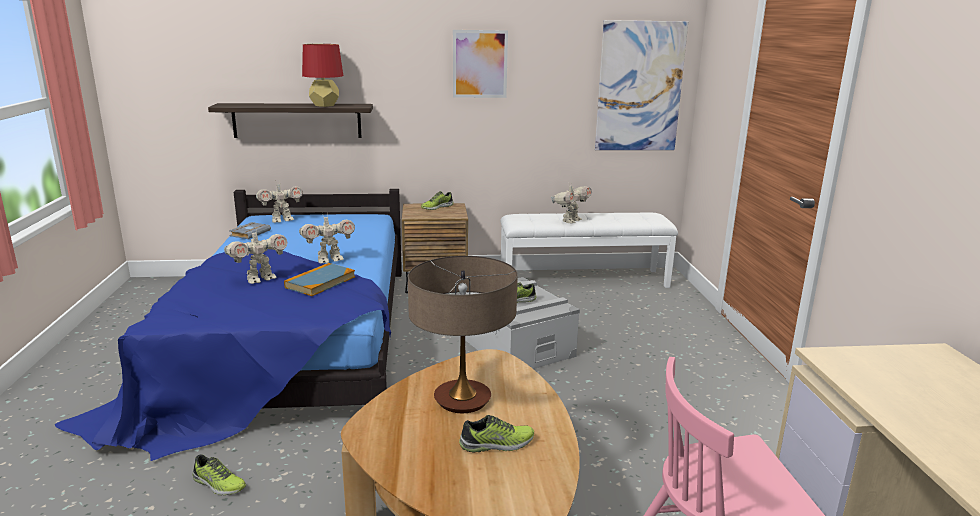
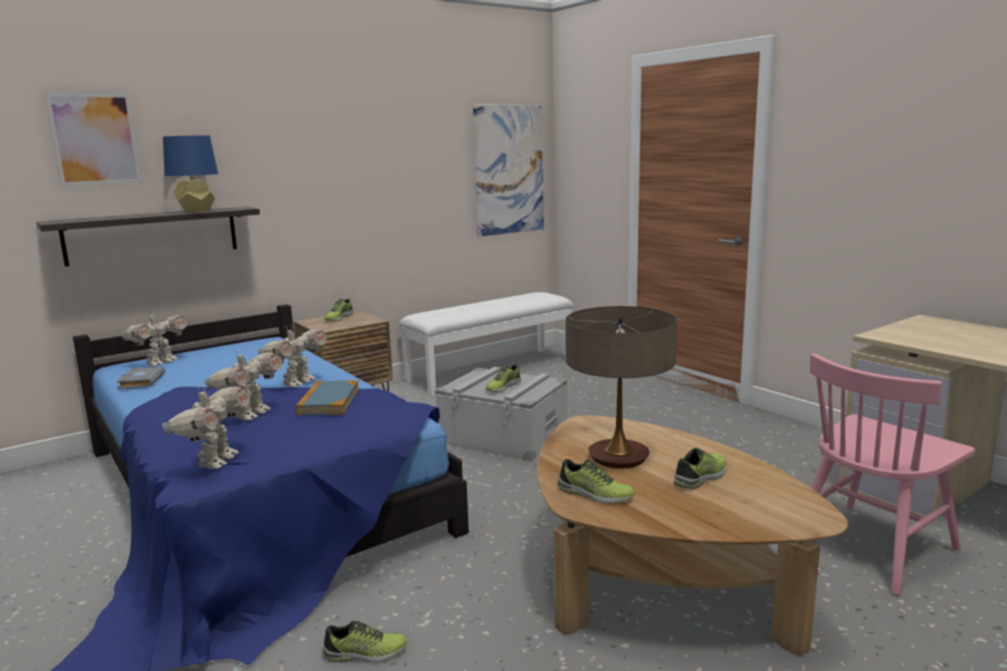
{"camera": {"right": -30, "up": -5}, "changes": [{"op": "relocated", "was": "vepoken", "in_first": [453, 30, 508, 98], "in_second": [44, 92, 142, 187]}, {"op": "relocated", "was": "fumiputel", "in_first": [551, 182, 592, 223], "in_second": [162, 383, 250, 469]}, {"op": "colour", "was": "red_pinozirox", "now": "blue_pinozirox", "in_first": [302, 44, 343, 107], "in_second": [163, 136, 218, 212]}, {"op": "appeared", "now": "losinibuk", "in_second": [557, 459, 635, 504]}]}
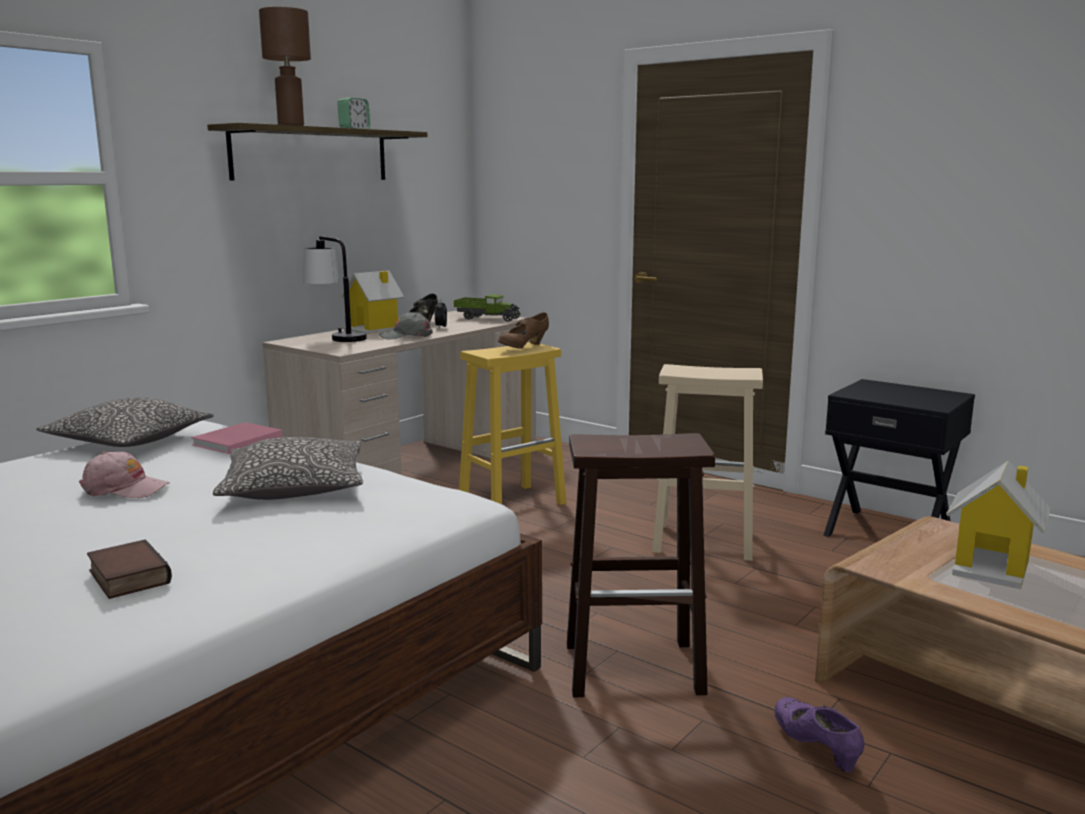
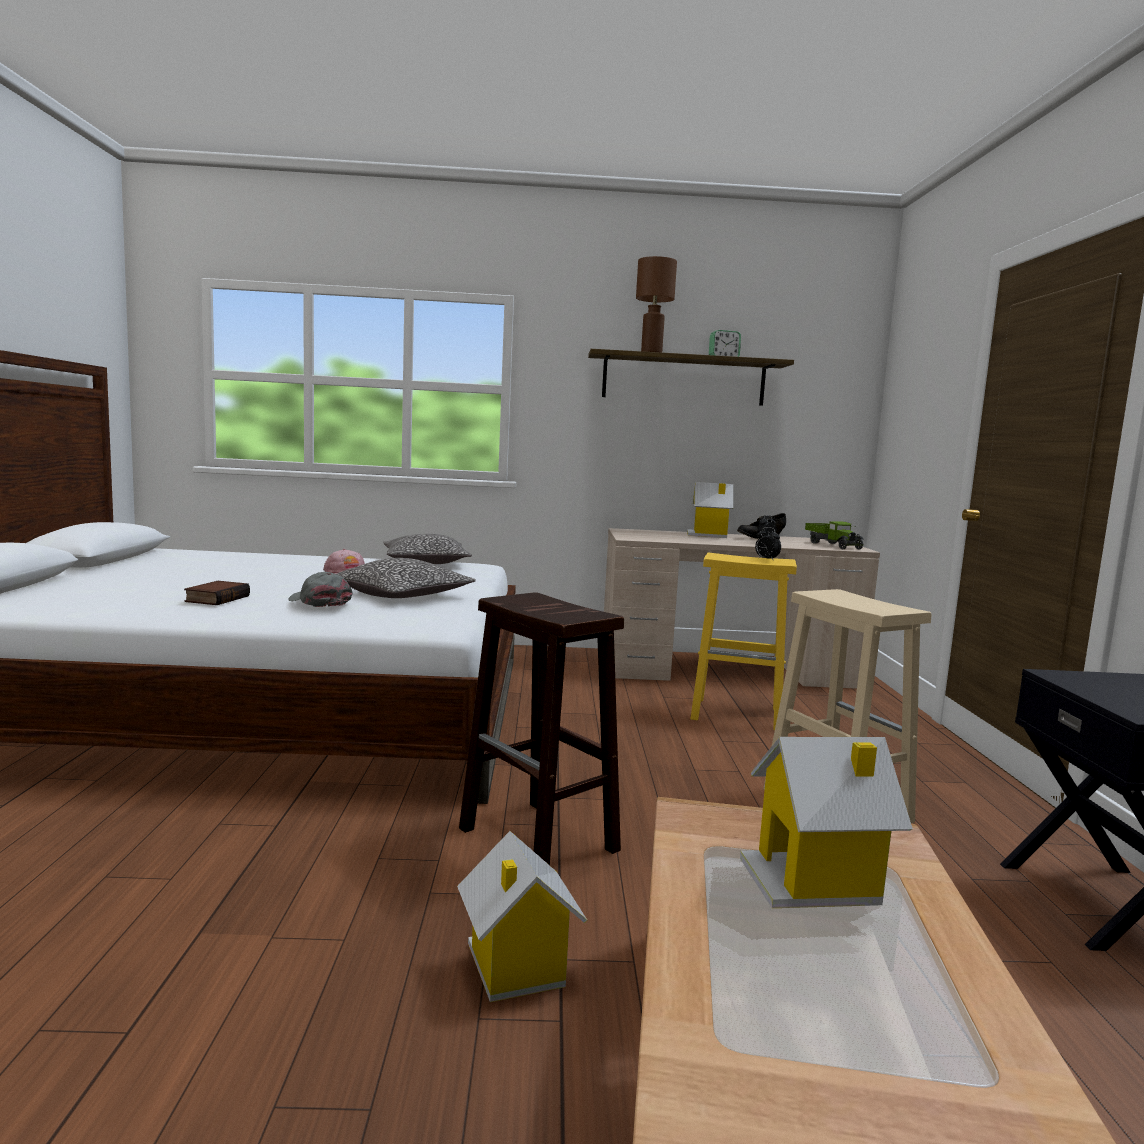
{"camera": {"right": 50, "up": -5}, "changes": [{"op": "relocated", "was": "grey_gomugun", "in_first": [379, 312, 433, 340], "in_second": [288, 572, 353, 607]}, {"op": "exchanged", "was": "purple_losinibuk", "now": "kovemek", "in_first": [774, 697, 864, 773], "in_second": [457, 831, 587, 1002]}, {"op": "exchanged", "was": "brown_losinibuk", "now": "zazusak", "in_first": [498, 312, 549, 349], "in_second": [755, 527, 781, 561]}, {"op": "missing", "was": "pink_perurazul", "in_first": [191, 422, 283, 454]}, {"op": "missing", "was": "pinozirox", "in_first": [303, 236, 367, 342]}]}
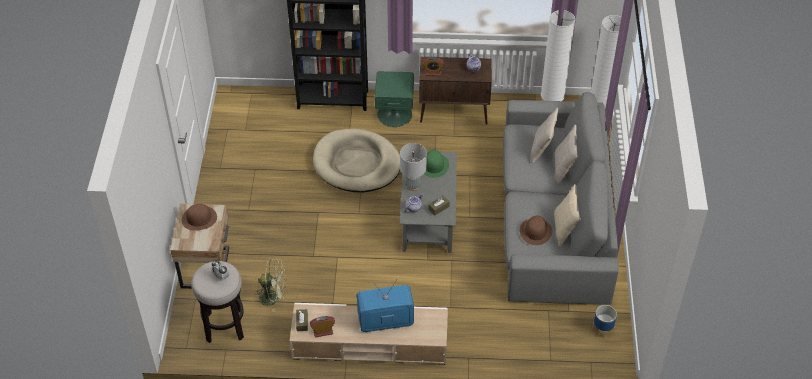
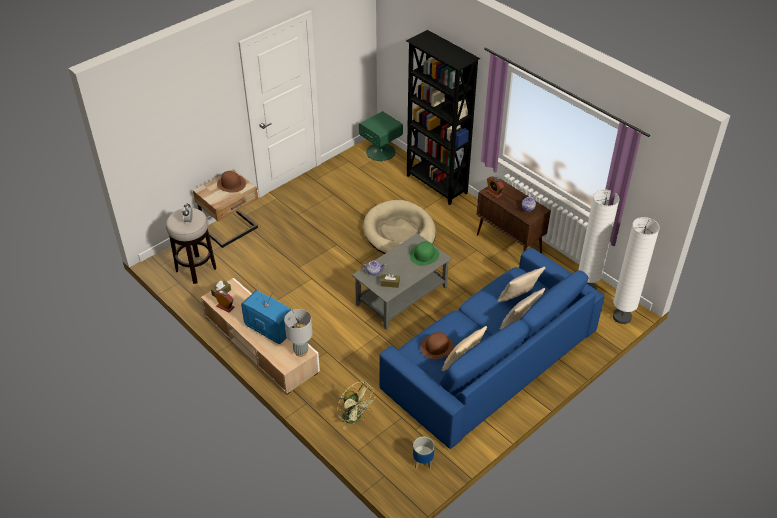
{"camera": {"right": 45, "up": -5}, "changes": [{"op": "relocated", "was": "grey_pinozirox", "in_first": [400, 143, 427, 191], "in_second": [284, 309, 312, 357]}, {"op": "relocated", "was": "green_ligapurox", "in_first": [254, 258, 286, 312], "in_second": [337, 381, 376, 430]}, {"op": "relocated", "was": "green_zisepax", "in_first": [375, 71, 414, 127], "in_second": [359, 111, 403, 161]}, {"op": "colour", "was": "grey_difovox", "now": "blue_difovox", "in_first": [503, 92, 619, 305], "in_second": [379, 247, 605, 449]}]}
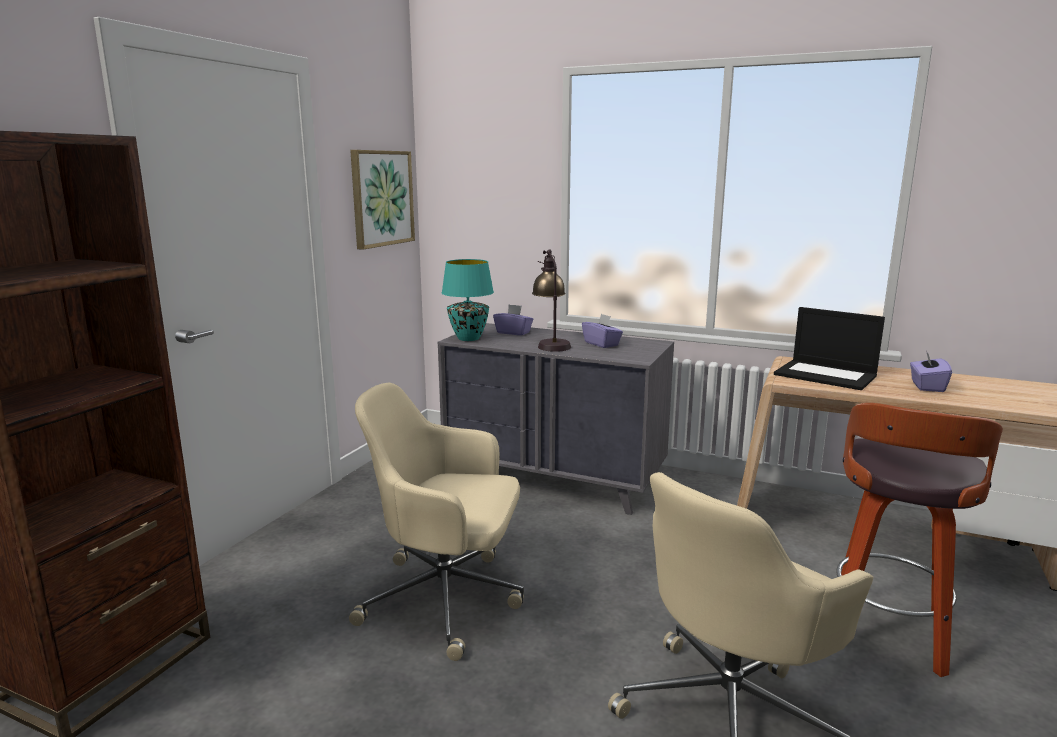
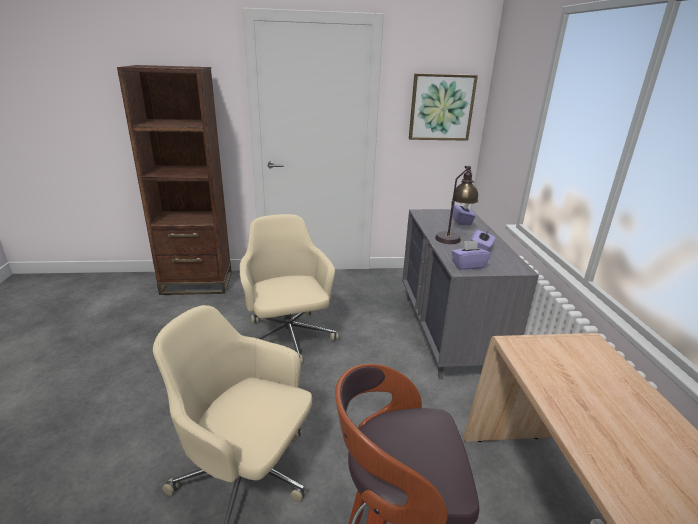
{"camera": {"right": 60, "up": 10}, "changes": [{"op": "relocated", "was": "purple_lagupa", "in_first": [910, 351, 952, 392], "in_second": [452, 240, 491, 270]}, {"op": "missing", "was": "turquoise_pinozirox", "in_first": [442, 259, 494, 341]}, {"op": "missing", "was": "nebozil", "in_first": [774, 307, 885, 390]}]}
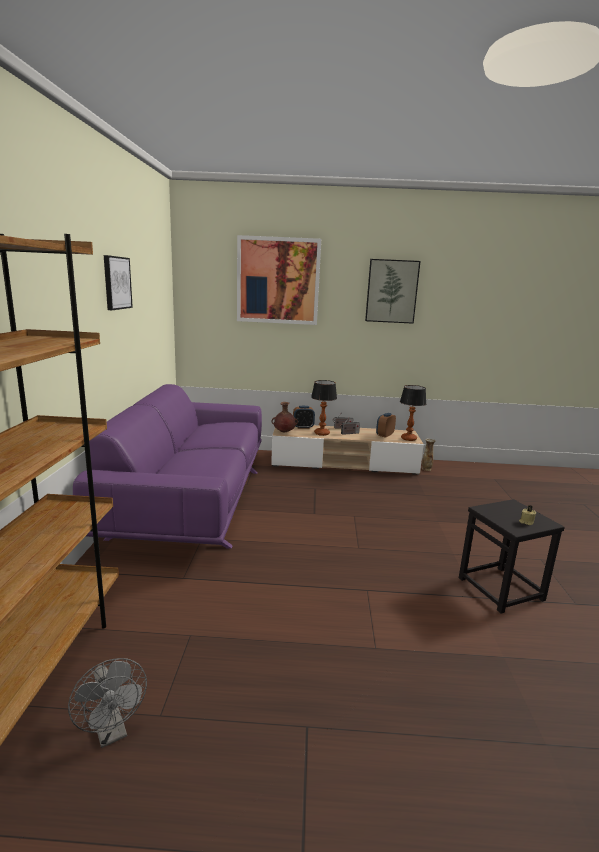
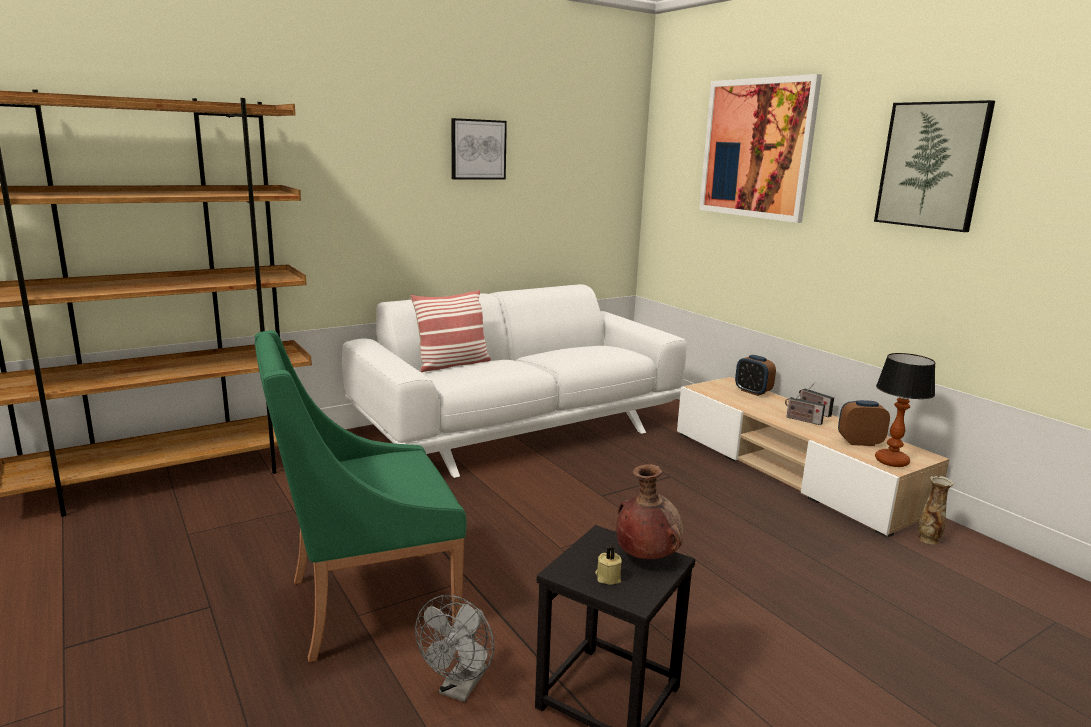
{"camera": {"right": 55, "up": 0}, "changes": [{"op": "appeared", "now": "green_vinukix", "in_second": [255, 330, 467, 662]}, {"op": "colour", "was": "purple_difovox", "now": "white_difovox", "in_first": [73, 384, 262, 549], "in_second": [342, 284, 686, 478]}, {"op": "appeared", "now": "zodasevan", "in_second": [410, 290, 491, 372]}, {"op": "relocated", "was": "grey_ligapurox", "in_first": [68, 658, 147, 748], "in_second": [415, 595, 494, 702]}, {"op": "relocated", "was": "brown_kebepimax", "in_first": [272, 402, 298, 432], "in_second": [616, 464, 683, 559]}, {"op": "missing", "was": "pinozirox", "in_first": [311, 380, 337, 436]}]}
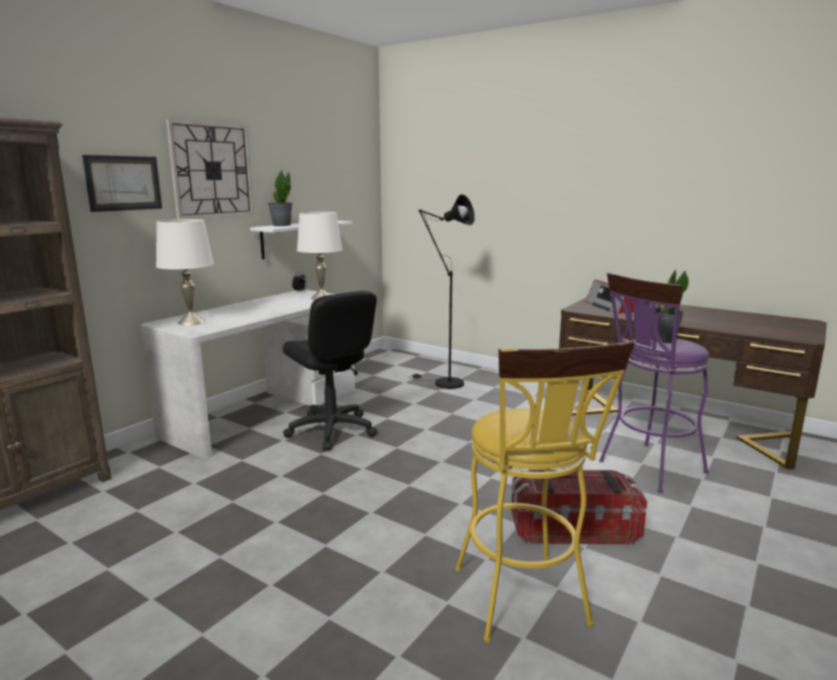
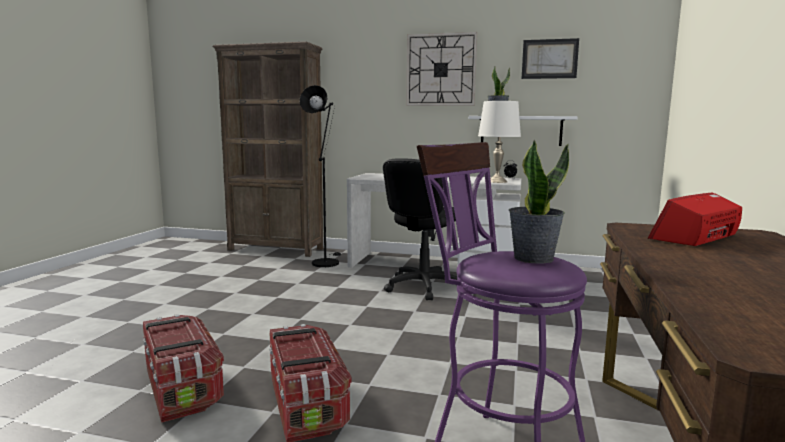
{"camera": {"right": 70, "up": -5}, "changes": [{"op": "exchanged", "was": "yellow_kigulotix", "now": "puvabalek", "in_first": [455, 341, 635, 643], "in_second": [143, 314, 224, 423]}, {"op": "relocated", "was": "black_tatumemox", "in_first": [409, 194, 475, 389], "in_second": [300, 85, 341, 267]}, {"op": "relocated", "was": "vepoken", "in_first": [82, 155, 162, 212], "in_second": [522, 38, 579, 79]}, {"op": "missing", "was": "white_pinozirox", "in_first": [156, 219, 214, 325]}]}
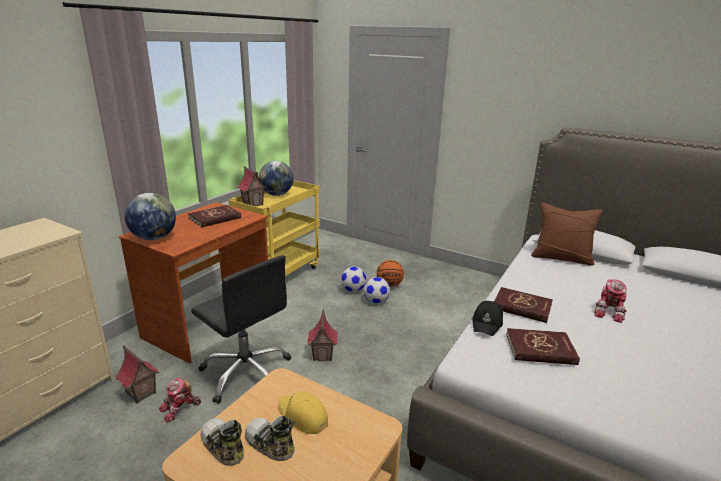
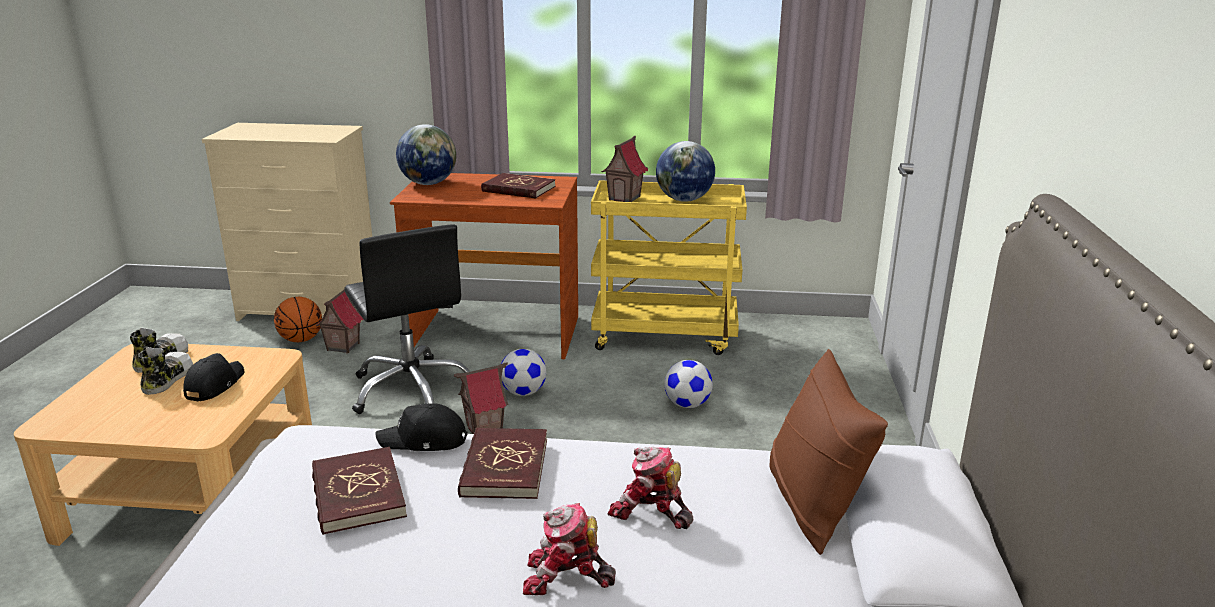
{"camera": {"right": 65, "up": 0}, "changes": [{"op": "colour", "was": "yellow_gomugun", "now": "black_gomugun", "in_first": [278, 391, 328, 434], "in_second": [183, 353, 245, 402]}, {"op": "relocated", "was": "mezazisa", "in_first": [377, 260, 404, 287], "in_second": [274, 297, 322, 342]}, {"op": "spun", "was": "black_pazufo", "in_first": [191, 255, 291, 404], "in_second": [344, 224, 470, 414], "clockwise": -45}, {"op": "relocated", "was": "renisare", "in_first": [364, 277, 390, 304], "in_second": [501, 349, 546, 396]}, {"op": "relocated", "was": "fumiputel", "in_first": [159, 377, 201, 423], "in_second": [607, 447, 693, 529]}]}
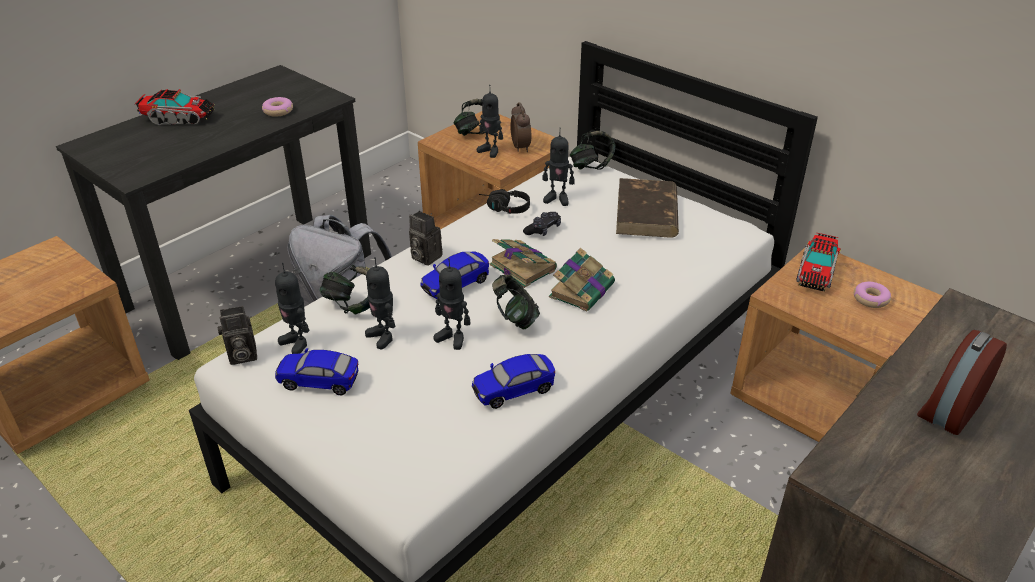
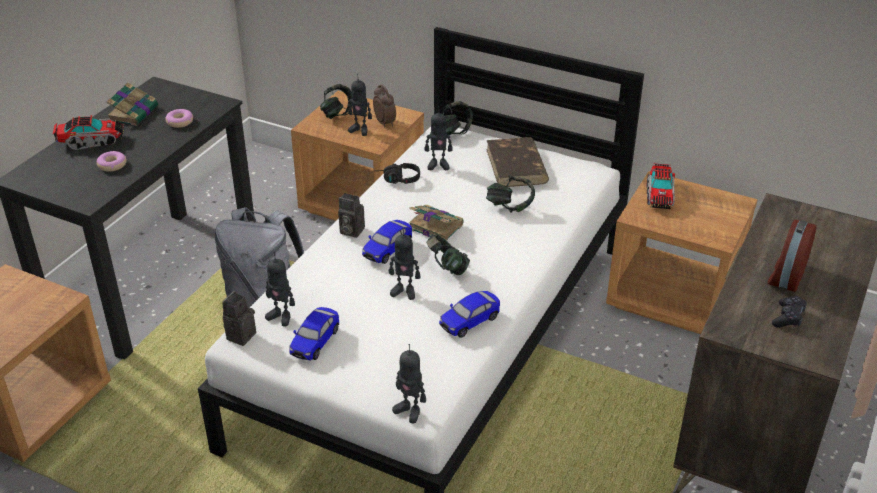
{"camera": {"right": -15, "up": 0}, "changes": [{"op": "relocated", "was": "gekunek", "in_first": [854, 282, 891, 308], "in_second": [96, 151, 127, 172]}, {"op": "relocated", "was": "perurazul", "in_first": [549, 248, 615, 311], "in_second": [106, 82, 158, 126]}, {"op": "spun", "was": "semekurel", "in_first": [218, 306, 257, 365], "in_second": [222, 291, 256, 346], "clockwise": 150}, {"op": "spun", "was": "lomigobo", "in_first": [275, 348, 358, 395], "in_second": [289, 307, 339, 360], "clockwise": -60}, {"op": "relocated", "was": "fumiputel", "in_first": [365, 257, 395, 350], "in_second": [392, 344, 426, 423]}, {"op": "relocated", "was": "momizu", "in_first": [319, 265, 370, 315], "in_second": [486, 175, 535, 212]}, {"op": "relocated", "was": "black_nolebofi", "in_first": [523, 212, 561, 236], "in_second": [772, 296, 807, 328]}]}
